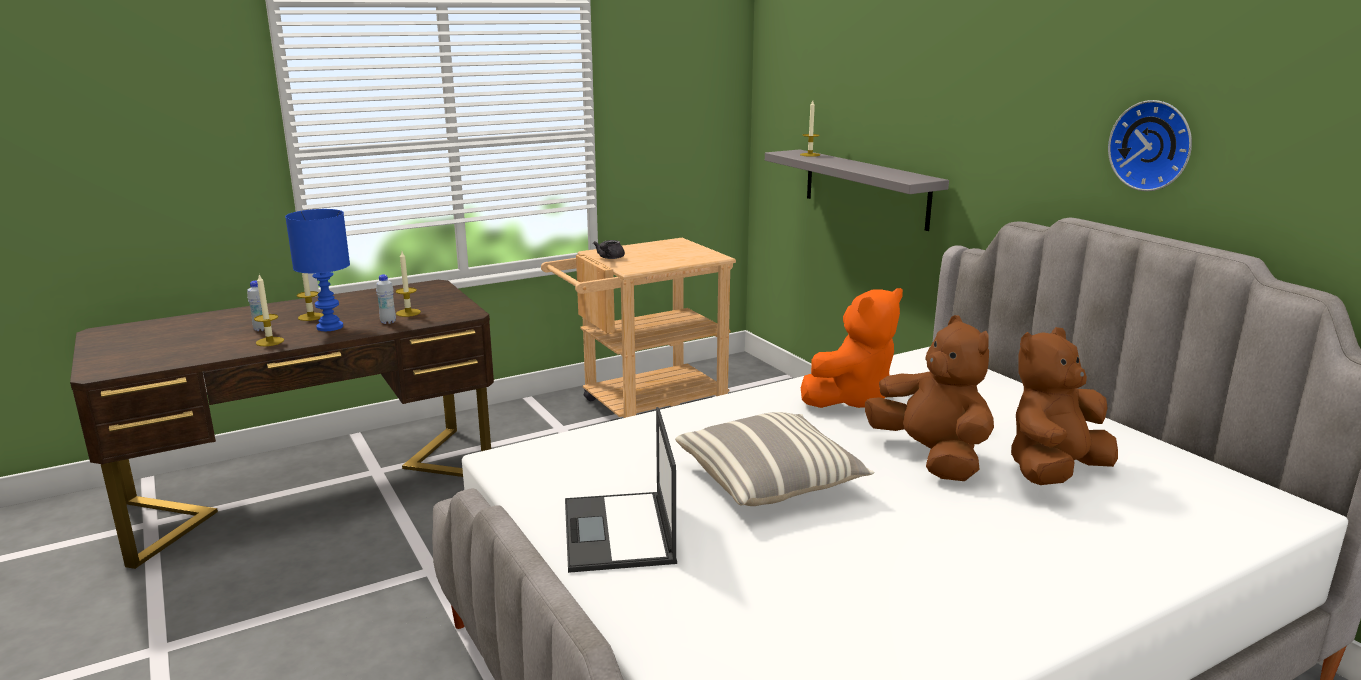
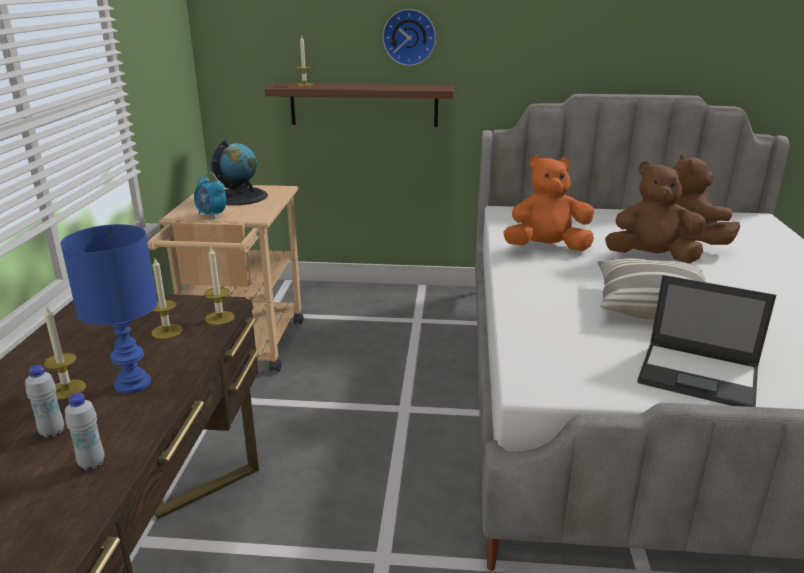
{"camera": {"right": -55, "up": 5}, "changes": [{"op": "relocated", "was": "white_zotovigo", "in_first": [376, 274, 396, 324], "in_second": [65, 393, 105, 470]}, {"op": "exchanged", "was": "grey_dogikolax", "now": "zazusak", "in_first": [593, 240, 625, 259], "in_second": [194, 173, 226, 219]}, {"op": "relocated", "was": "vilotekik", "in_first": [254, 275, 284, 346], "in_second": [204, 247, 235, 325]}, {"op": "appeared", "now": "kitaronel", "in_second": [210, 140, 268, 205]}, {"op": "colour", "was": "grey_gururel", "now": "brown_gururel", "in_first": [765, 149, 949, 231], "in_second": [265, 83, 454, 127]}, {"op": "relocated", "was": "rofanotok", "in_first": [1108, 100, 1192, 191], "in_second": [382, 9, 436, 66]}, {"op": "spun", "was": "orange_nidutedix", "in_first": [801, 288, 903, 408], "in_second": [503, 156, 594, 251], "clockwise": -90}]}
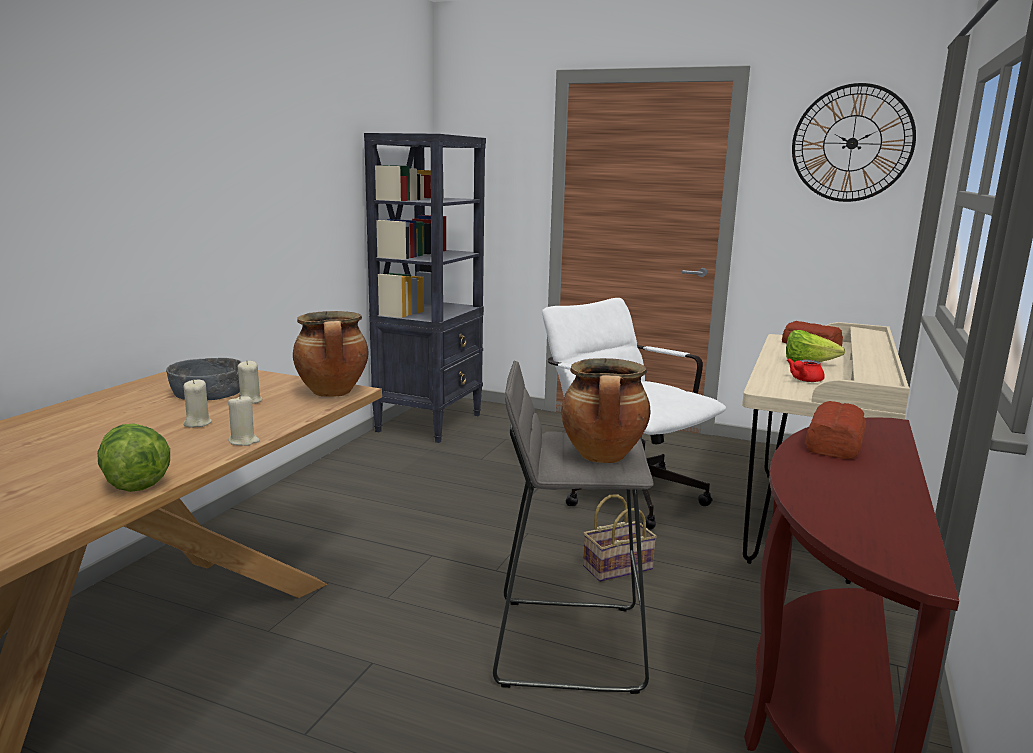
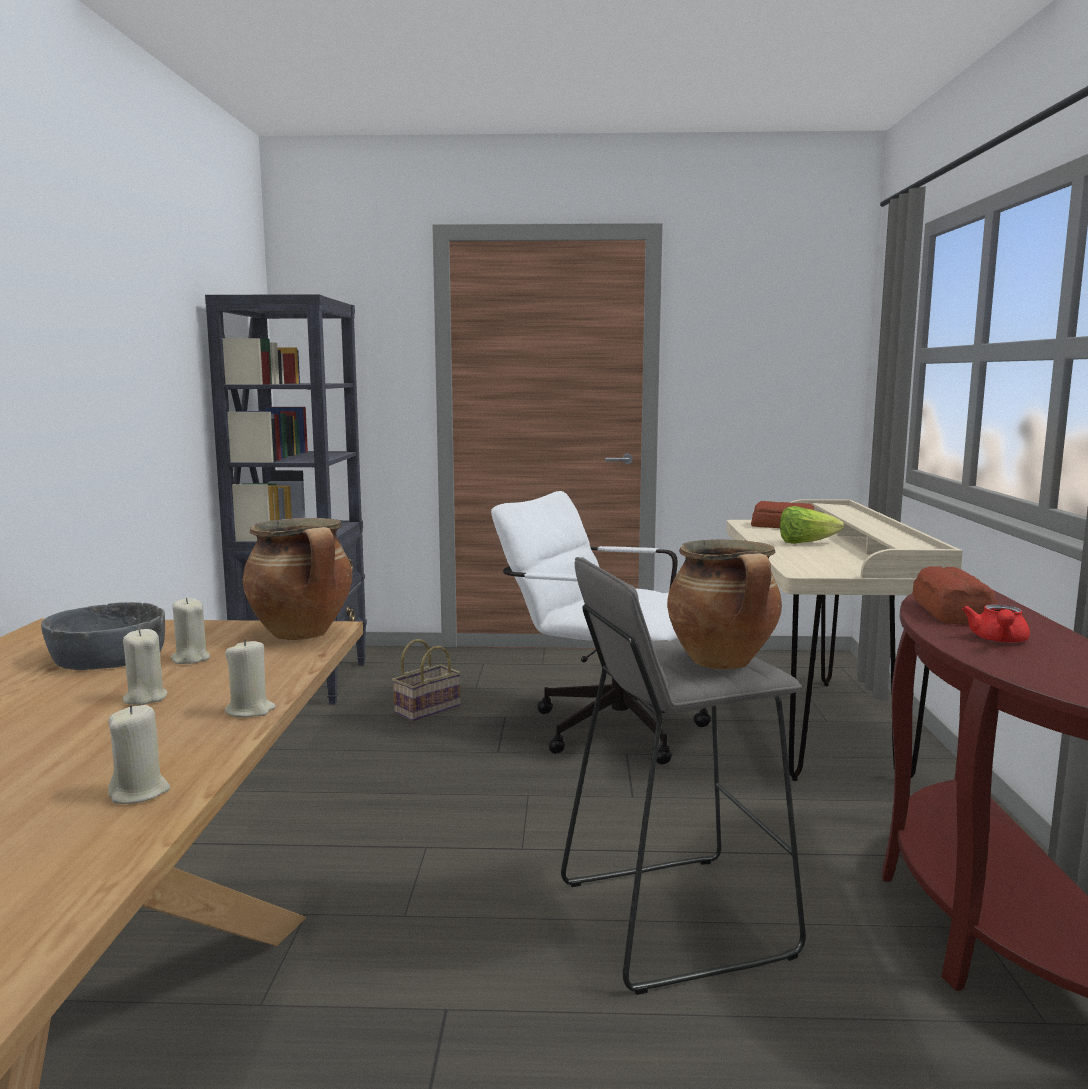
{"camera": {"right": -20, "up": -5}, "changes": [{"op": "exchanged", "was": "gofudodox", "now": "beige_vilotekik", "in_first": [97, 423, 170, 492], "in_second": [108, 705, 170, 804]}, {"op": "relocated", "was": "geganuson", "in_first": [583, 494, 657, 582], "in_second": [392, 639, 461, 721]}, {"op": "relocated", "was": "red_dogikolax", "in_first": [787, 358, 825, 382], "in_second": [962, 604, 1030, 643]}, {"op": "missing", "was": "rofanotok", "in_first": [792, 83, 916, 202]}]}
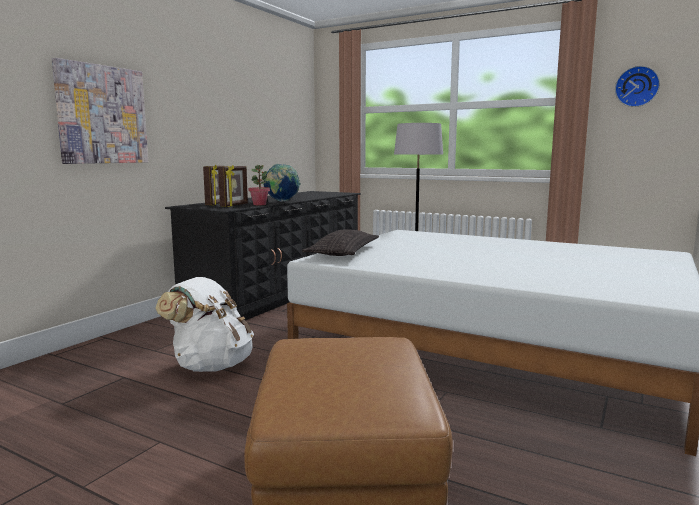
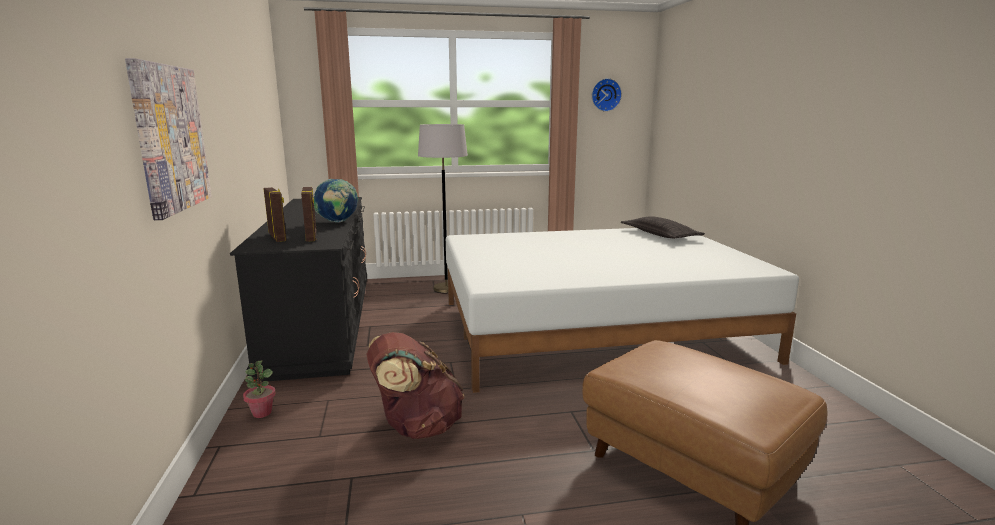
{"camera": {"right": -40, "up": 5}, "changes": [{"op": "relocated", "was": "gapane", "in_first": [249, 165, 270, 205], "in_second": [243, 360, 276, 418]}, {"op": "colour", "was": "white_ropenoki", "now": "brown_ropenoki", "in_first": [156, 277, 254, 372], "in_second": [366, 332, 465, 439]}, {"op": "relocated", "was": "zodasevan", "in_first": [302, 230, 379, 256], "in_second": [621, 216, 705, 239]}]}
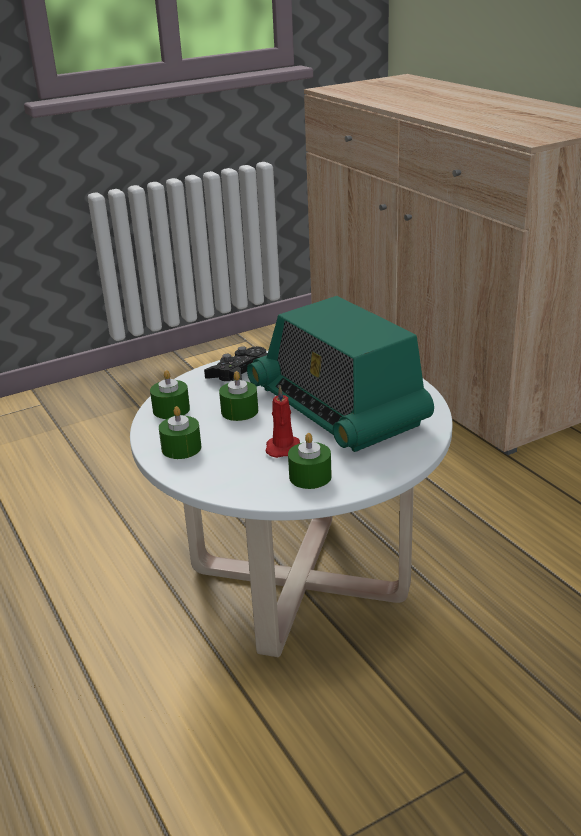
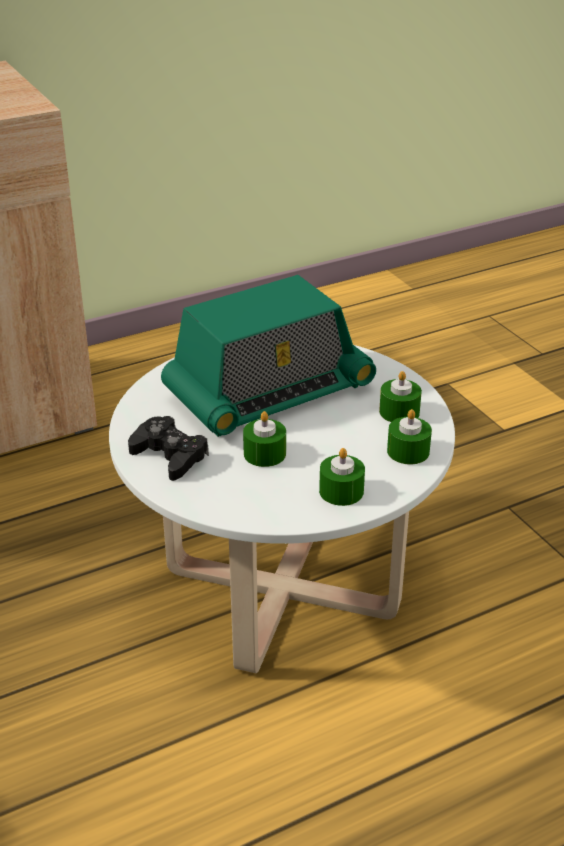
{"camera": {"right": -90, "up": 5}, "changes": [{"op": "relocated", "was": "green_vilotekik", "in_first": [150, 370, 190, 419], "in_second": [387, 409, 432, 465]}, {"op": "missing", "was": "red_vilotekik", "in_first": [265, 386, 300, 458]}]}
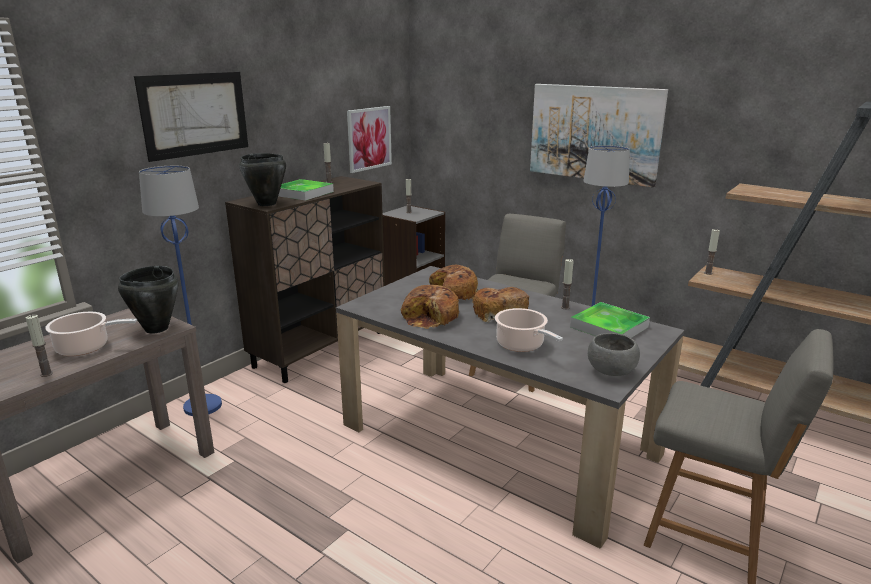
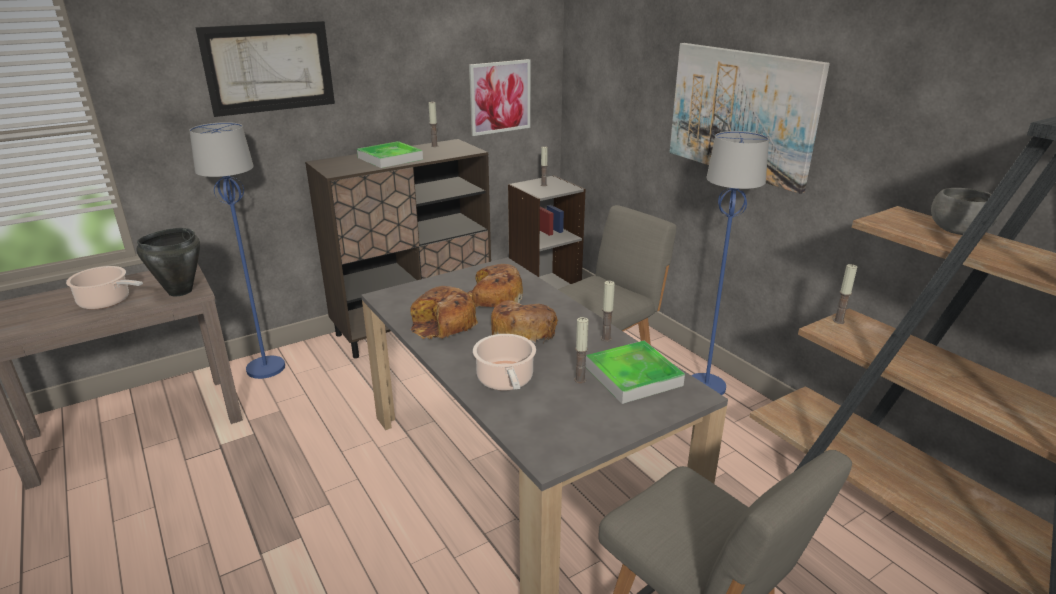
{"camera": {"right": 20, "up": 5}, "changes": [{"op": "relocated", "was": "vilotekik", "in_first": [26, 315, 53, 377], "in_second": [574, 317, 589, 384]}, {"op": "relocated", "was": "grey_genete", "in_first": [588, 333, 640, 376], "in_second": [931, 188, 1000, 235]}, {"op": "missing", "was": "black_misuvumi", "in_first": [239, 153, 286, 206]}]}
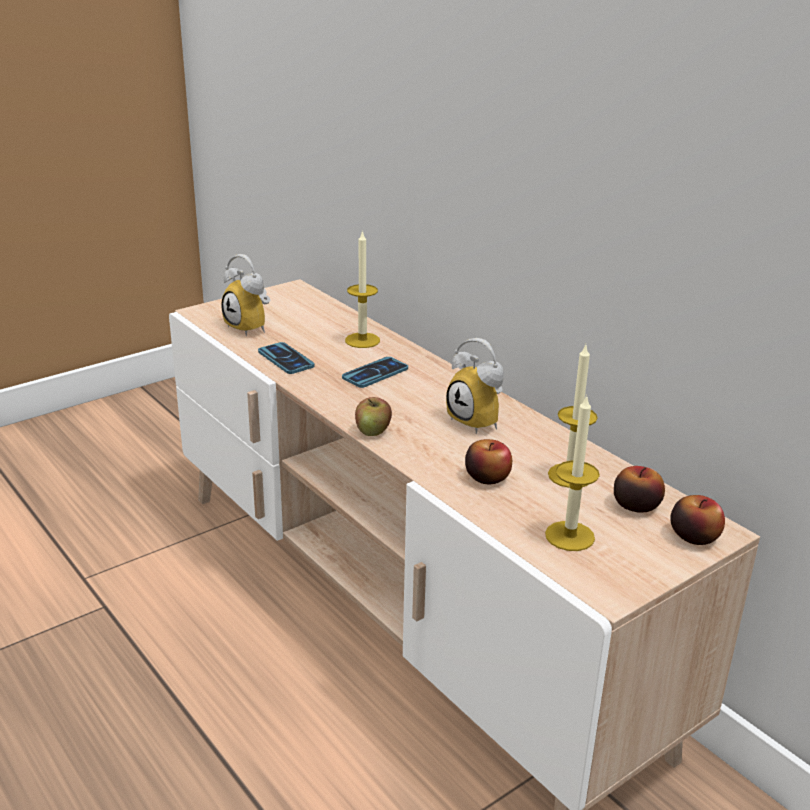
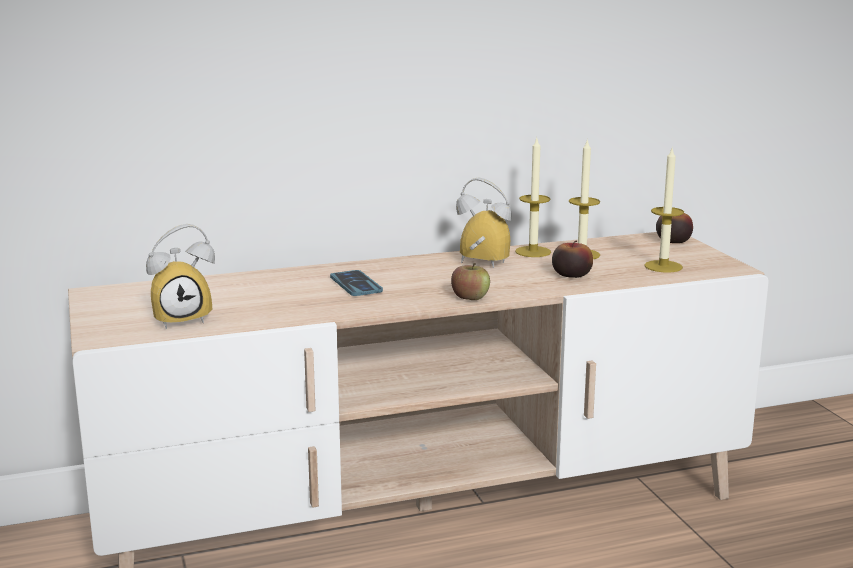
{"camera": {"right": -70, "up": -10}, "changes": [{"op": "spun", "was": "zazusak", "in_first": [446, 338, 504, 434], "in_second": [456, 177, 511, 268], "clockwise": -135}, {"op": "relocated", "was": "vilotekik", "in_first": [345, 230, 380, 348], "in_second": [515, 138, 551, 257]}, {"op": "missing", "was": "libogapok", "in_first": [258, 342, 315, 374]}, {"op": "missing", "was": "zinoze", "in_first": [614, 466, 665, 513]}]}
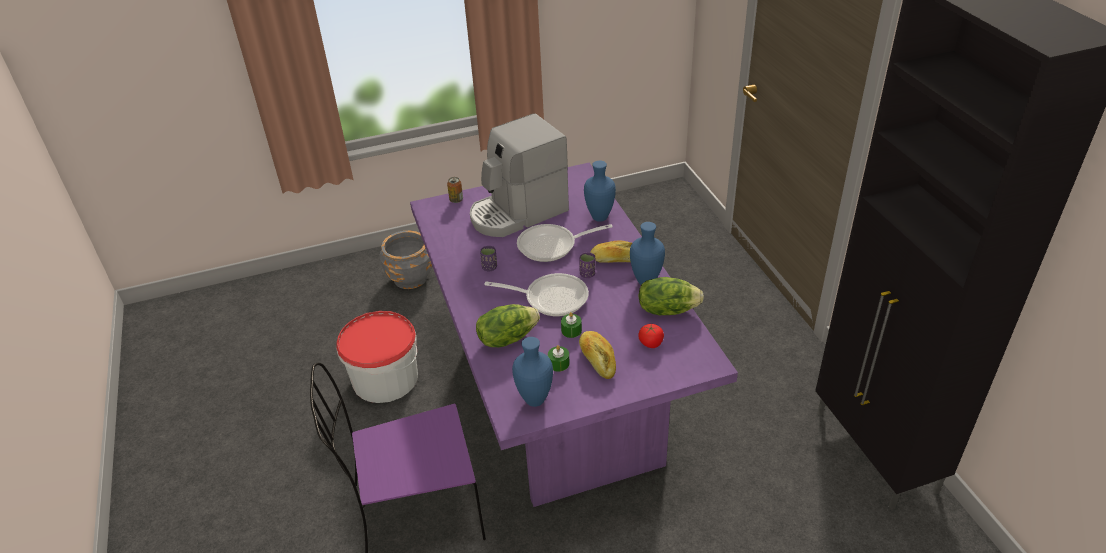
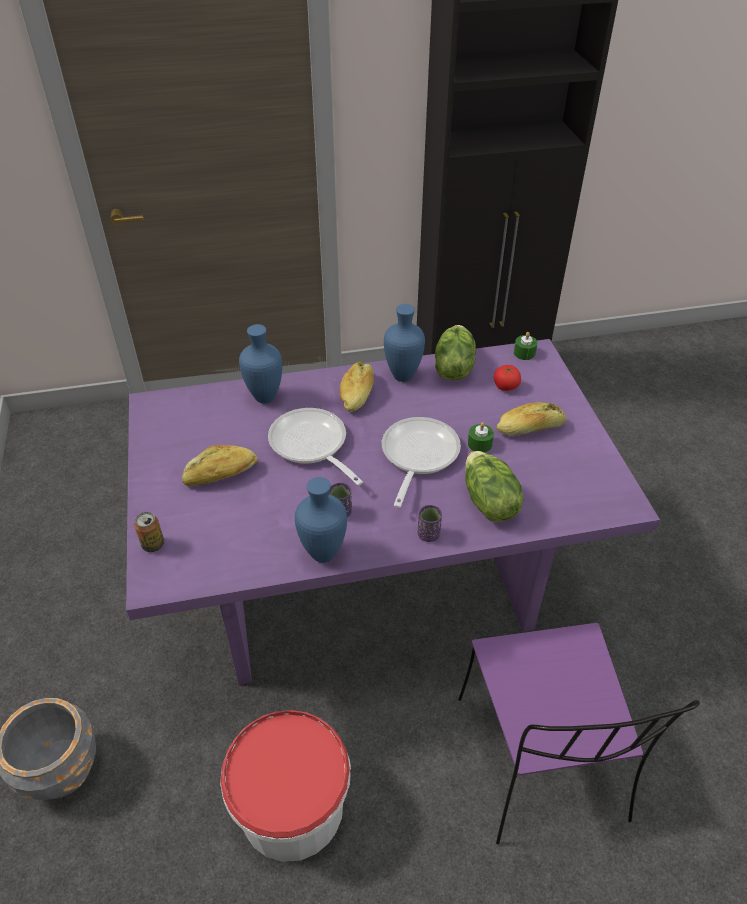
{"camera": {"right": -85, "up": 5}, "changes": [{"op": "exchanged", "was": "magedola", "now": "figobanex", "in_first": [470, 113, 569, 237], "in_second": [182, 445, 258, 486]}, {"op": "spun", "was": "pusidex", "in_first": [517, 224, 613, 262], "in_second": [268, 408, 363, 485], "clockwise": 150}, {"op": "relocated", "was": "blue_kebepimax", "in_first": [512, 337, 553, 407], "in_second": [295, 477, 347, 563]}, {"op": "relocated", "was": "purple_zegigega", "in_first": [579, 252, 595, 278], "in_second": [418, 505, 442, 542]}, {"op": "relocated", "was": "green_vilotekik", "in_first": [548, 345, 570, 372], "in_second": [514, 332, 538, 360]}]}
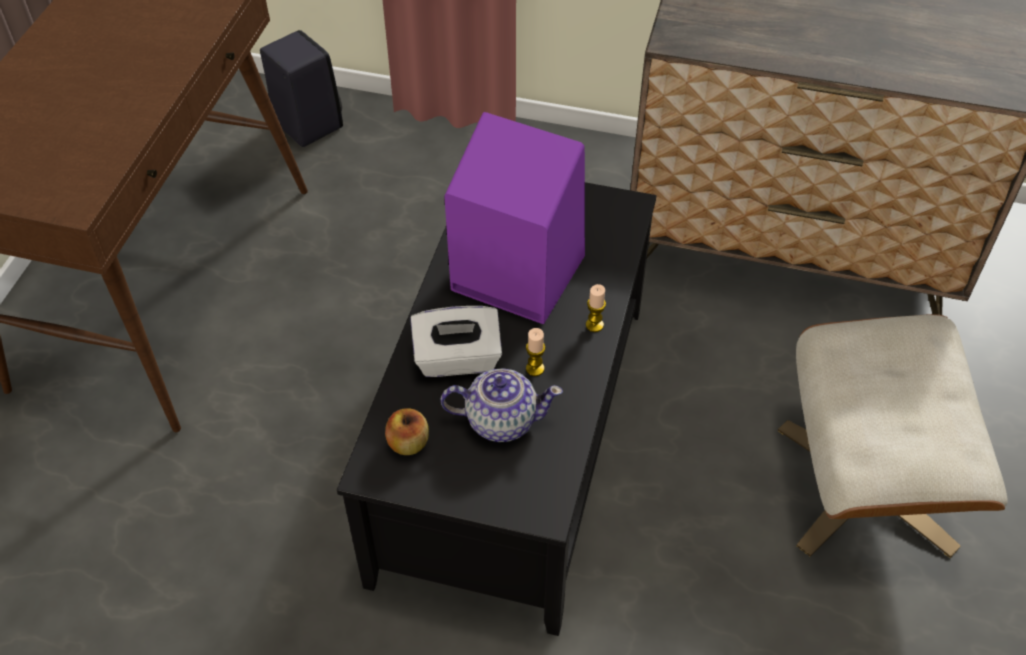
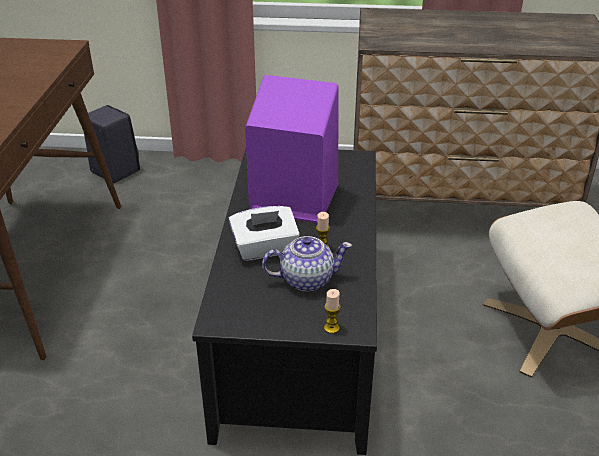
{"camera": {"right": -10, "up": -15}, "changes": [{"op": "relocated", "was": "vilotekik", "in_first": [586, 284, 606, 332], "in_second": [324, 289, 341, 334]}, {"op": "missing", "was": "zinoze", "in_first": [385, 408, 429, 455]}]}
